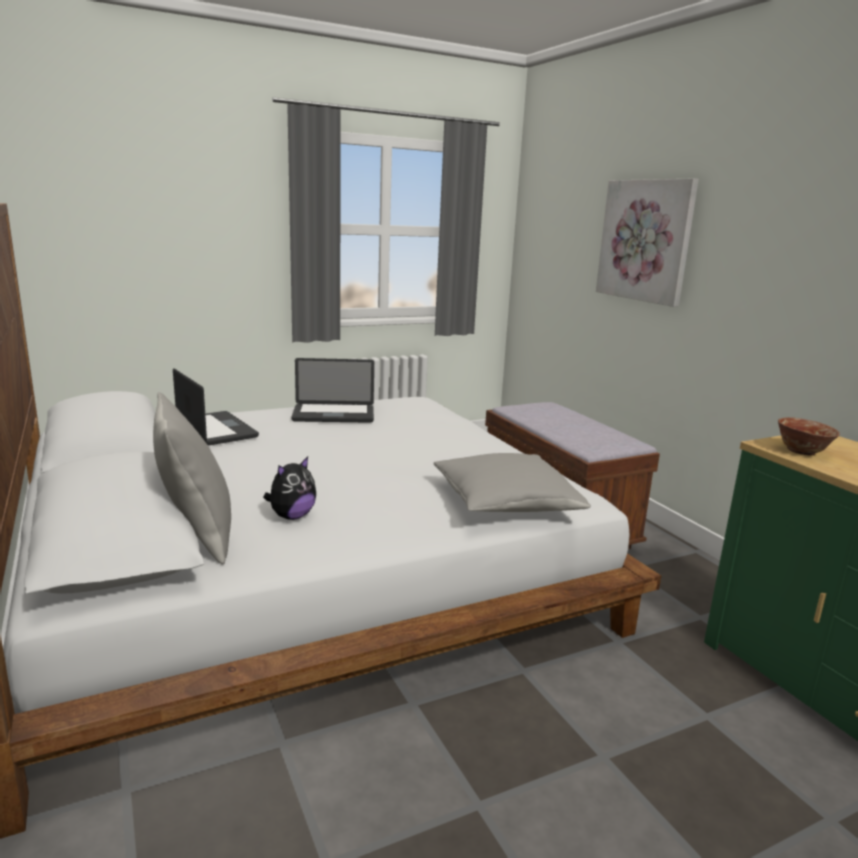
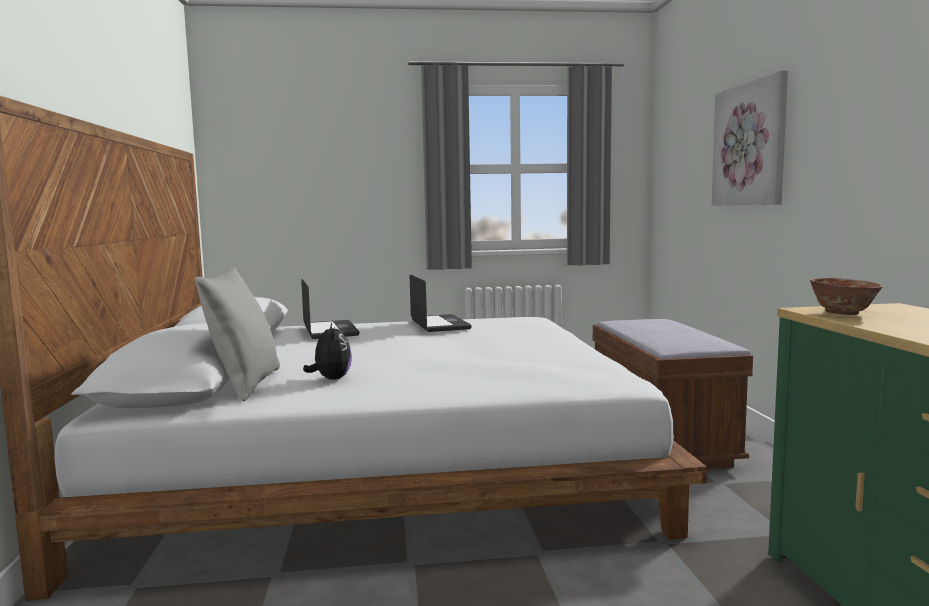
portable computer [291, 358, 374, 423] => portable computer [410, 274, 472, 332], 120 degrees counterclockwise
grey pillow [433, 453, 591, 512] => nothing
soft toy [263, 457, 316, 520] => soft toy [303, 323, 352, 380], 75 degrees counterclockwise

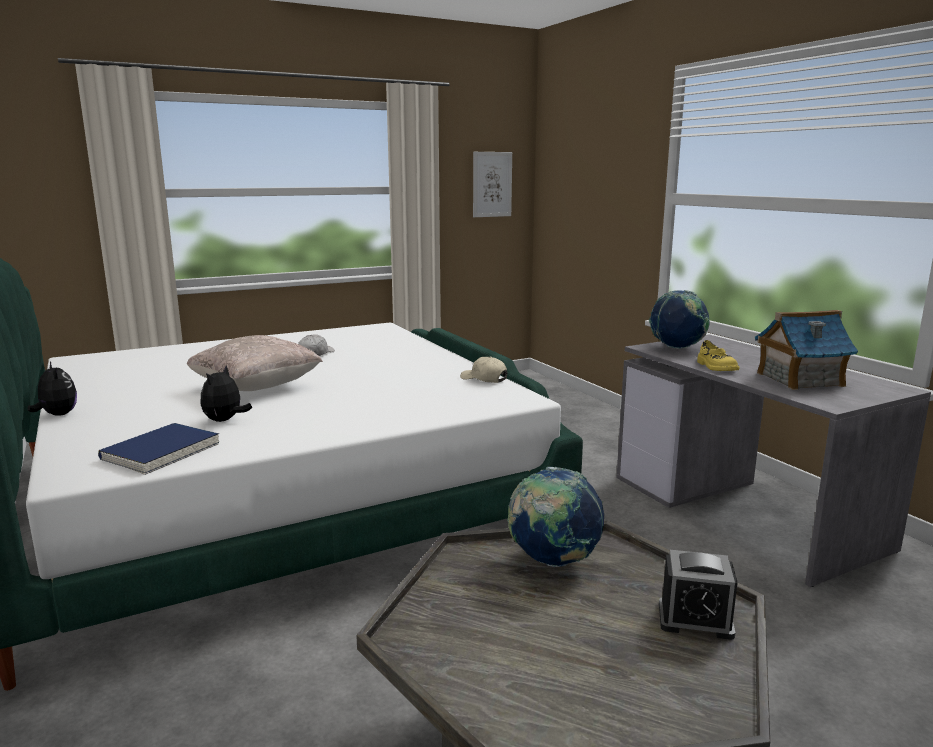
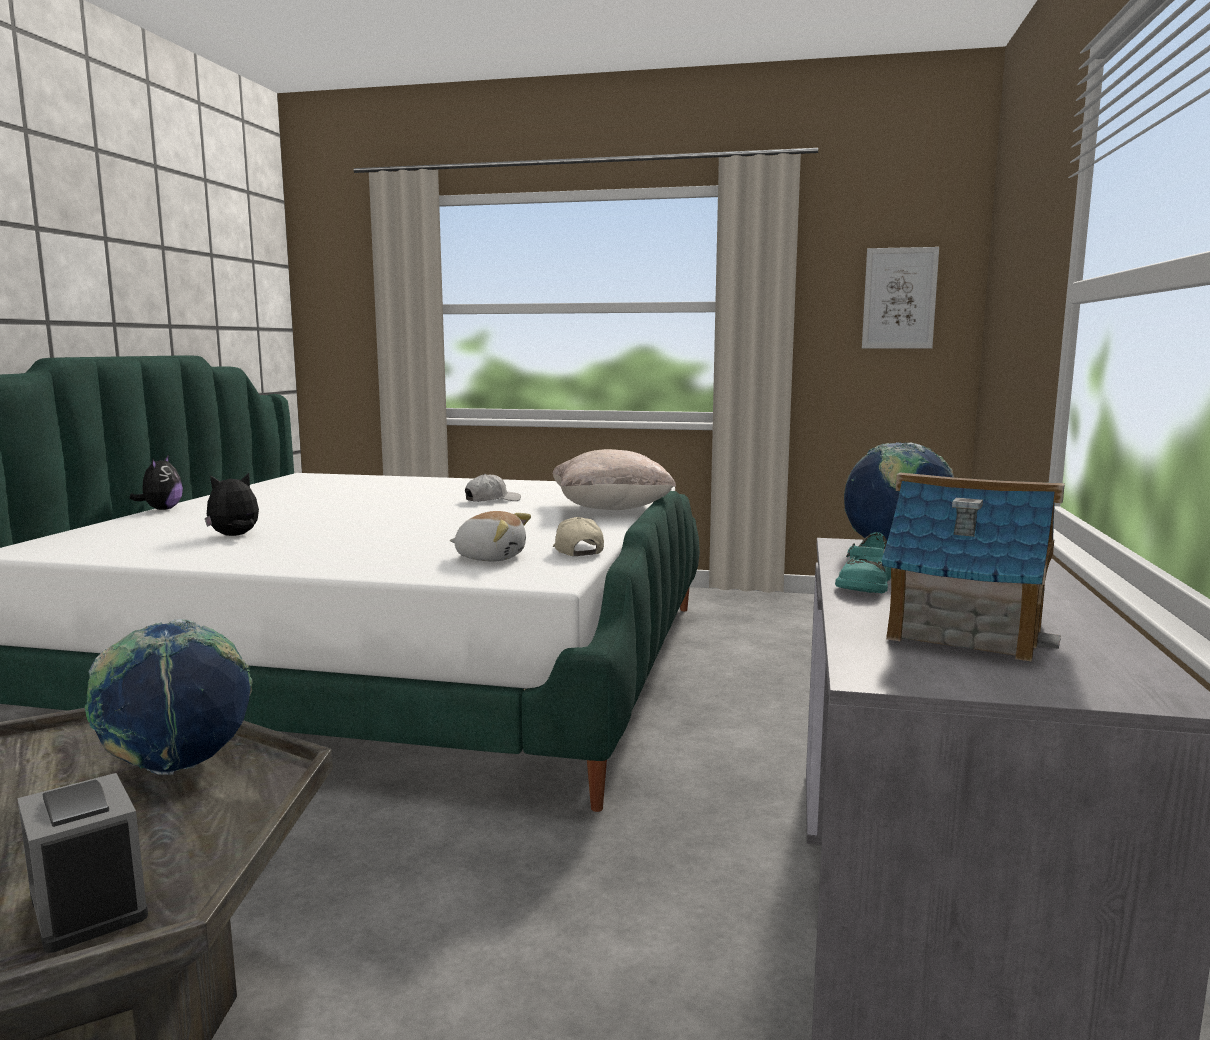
beige-coloured pillow [187, 335, 323, 391] => beige-coloured pillow [553, 449, 676, 510], move
yellowish low shoe [697, 340, 740, 371] => turquoise-coloured low shoe [835, 532, 891, 593]
blue-coloured volume [98, 423, 219, 475] => nothing
nothing => soft toy [450, 511, 531, 561]

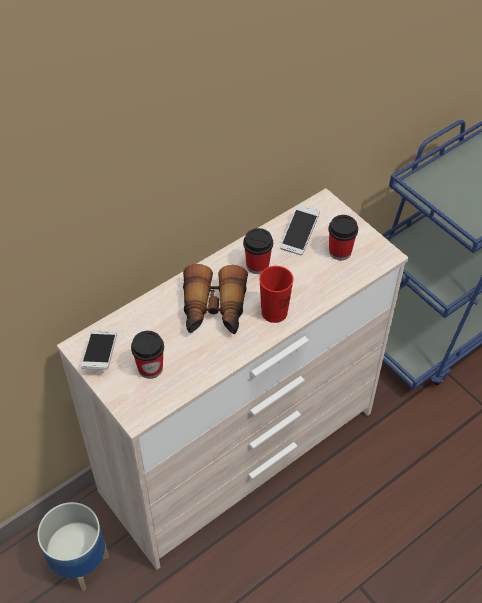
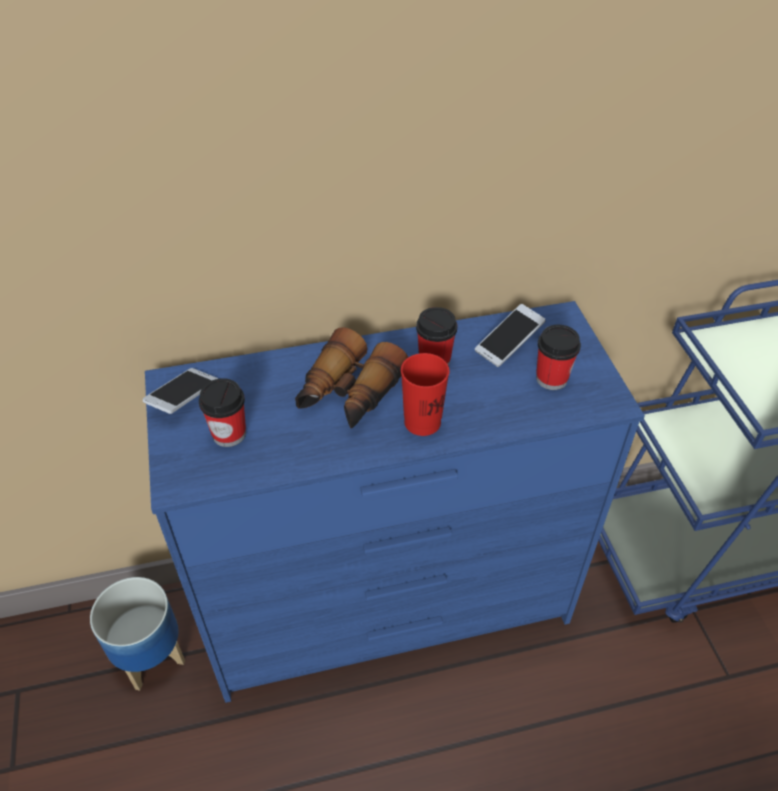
beige-coloured dresser [57, 188, 409, 570] => blue-coloured dresser [145, 301, 645, 703]

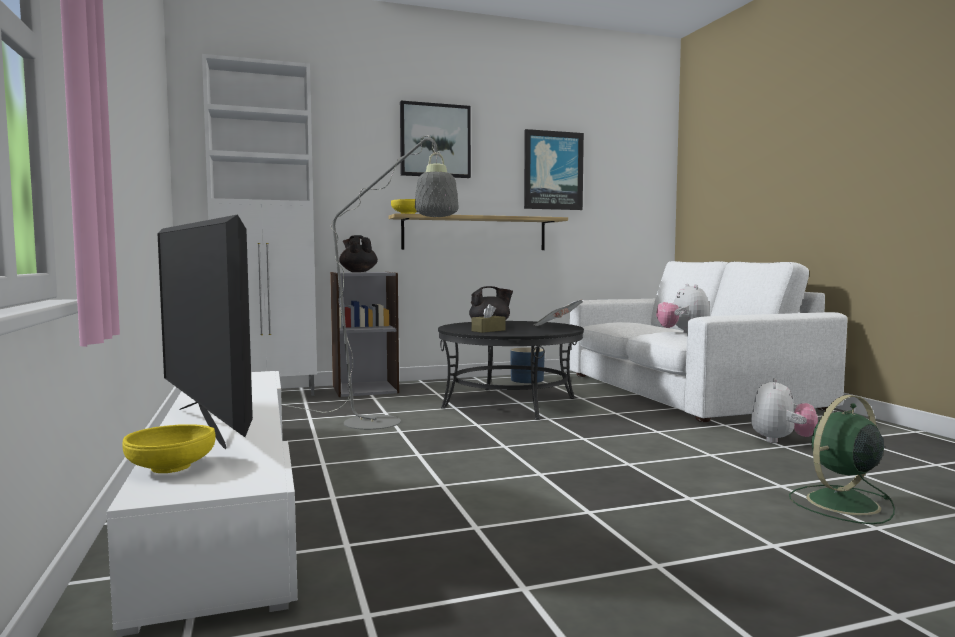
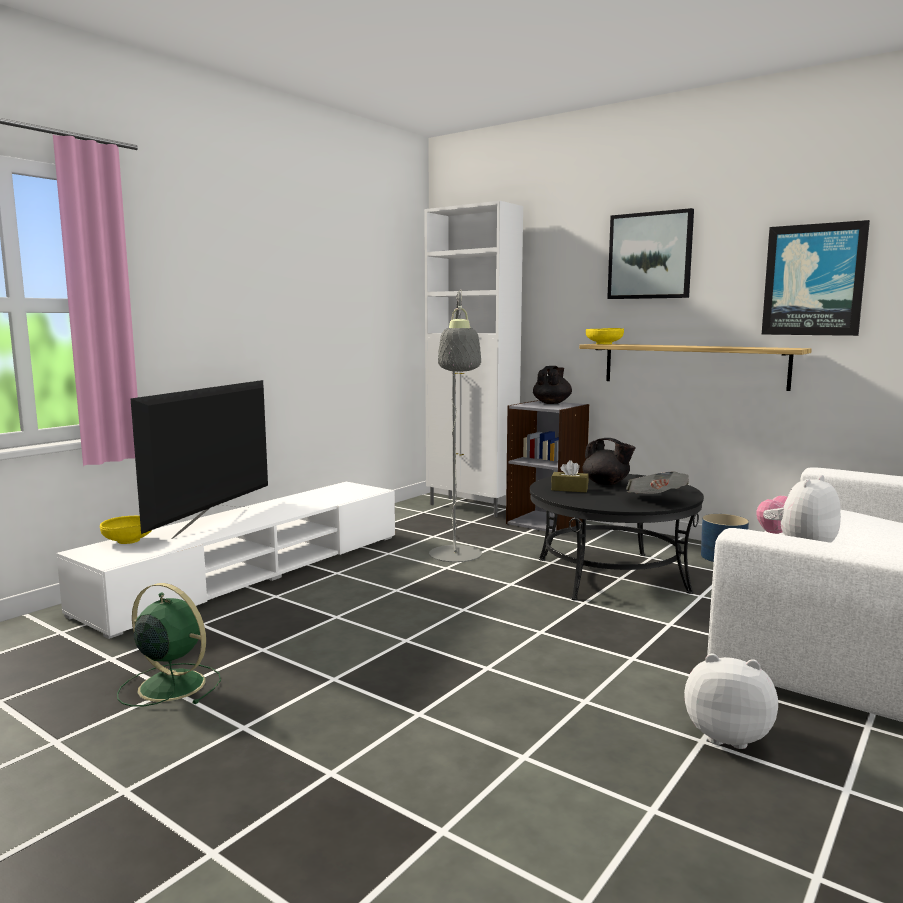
soft toy [751, 378, 818, 443] => soft toy [684, 654, 778, 749], 150 degrees counterclockwise
greenish cooling fan [789, 395, 895, 524] => greenish cooling fan [117, 583, 221, 706], move

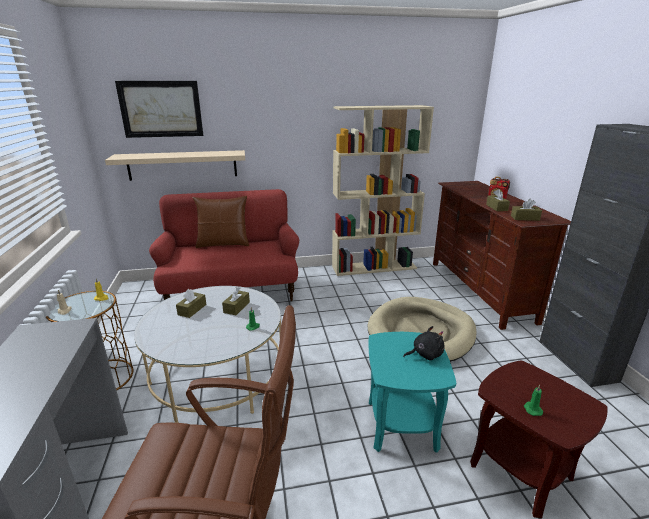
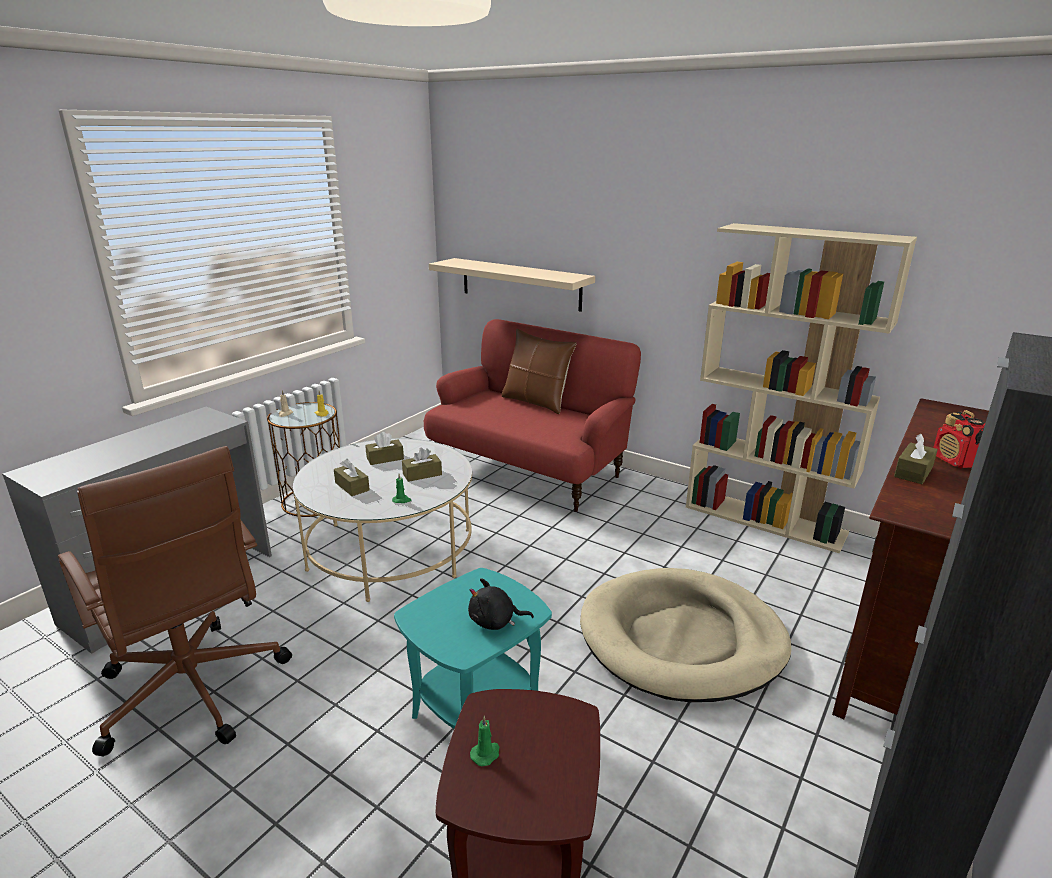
wall art [115, 81, 203, 138] => nothing
brown tissue holder [511, 199, 542, 221] => brown tissue holder [334, 459, 370, 496], move
blackish soft toy [403, 326, 445, 360] => blackish soft toy [468, 578, 534, 630], 150 degrees clockwise

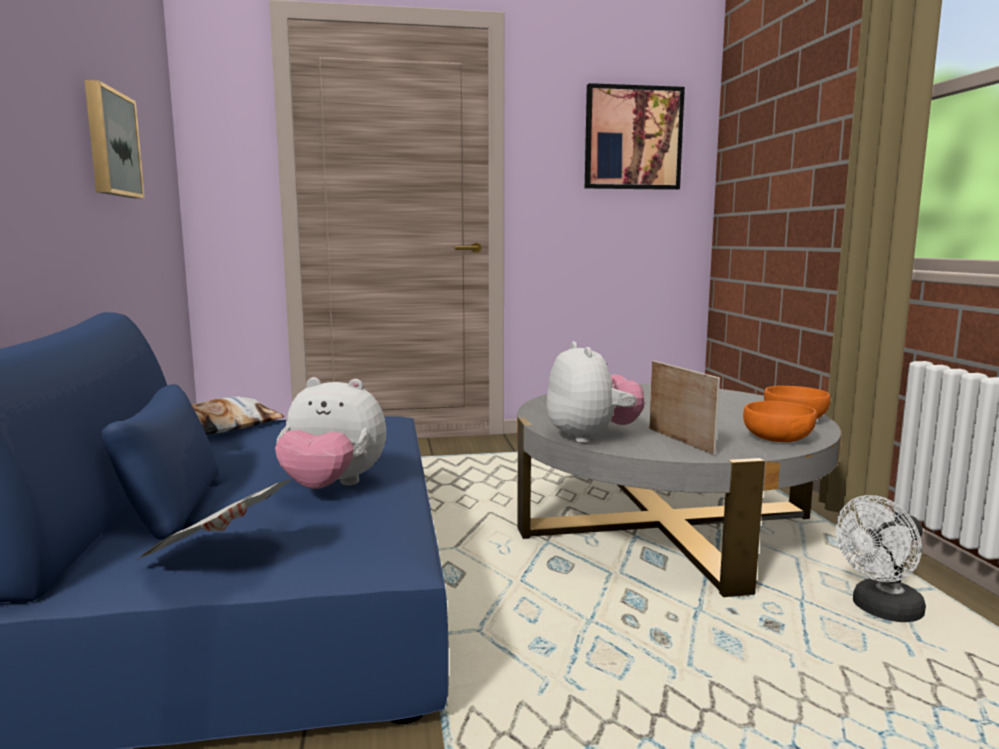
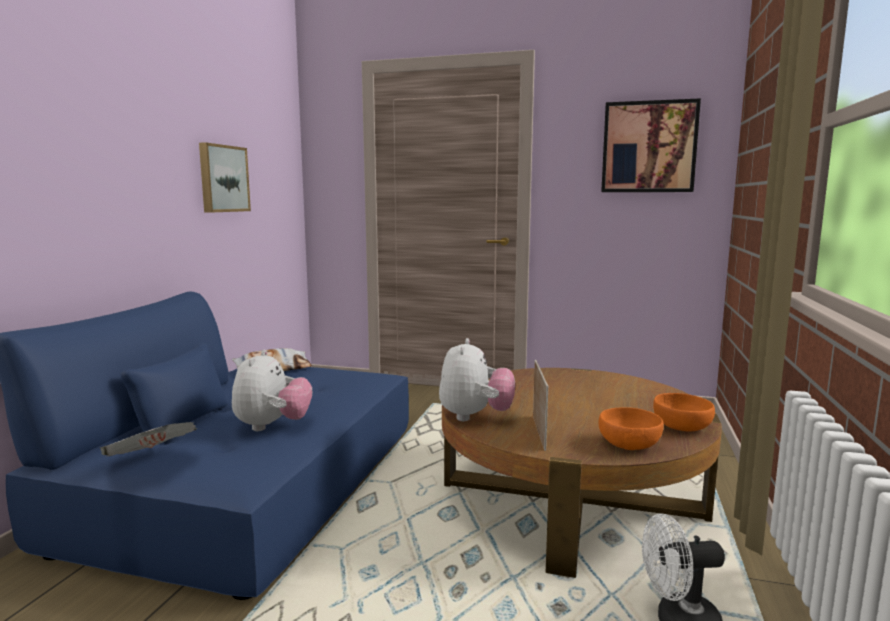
soft toy [275, 377, 386, 489] => soft toy [232, 350, 312, 431], 120 degrees counterclockwise
grey coffee table [517, 384, 841, 597] => brown coffee table [442, 368, 722, 578]

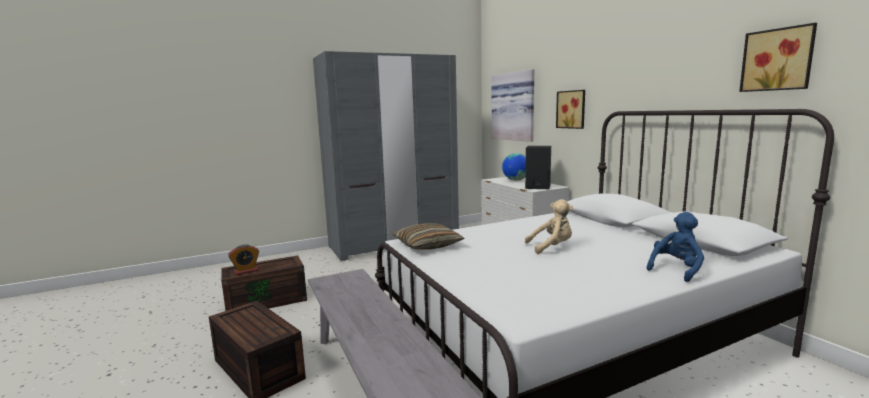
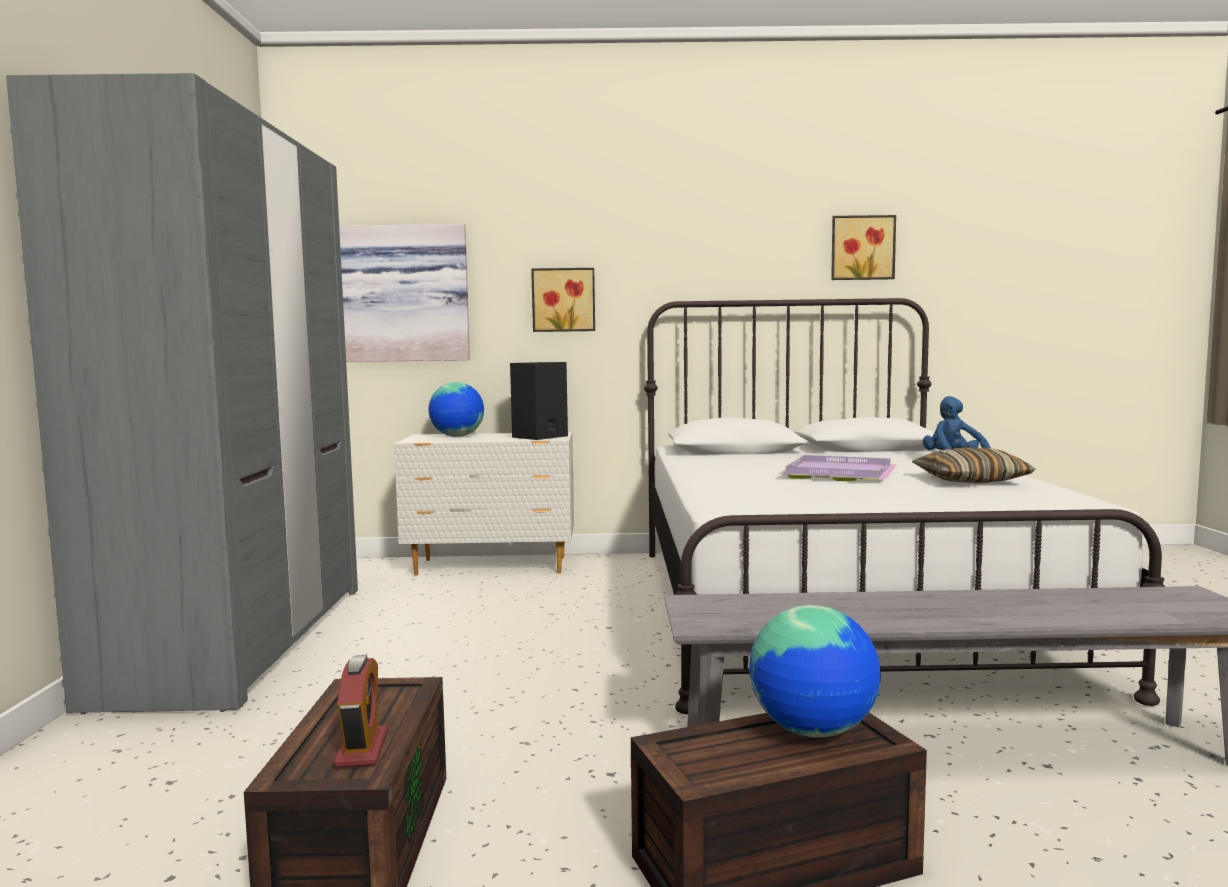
beige-coloured soft toy [525, 199, 573, 254] => purple-coloured carrying tray [779, 455, 896, 481]
pillow [392, 223, 465, 250] => pillow [912, 447, 1036, 483], move
nothing => globe [749, 605, 881, 738]

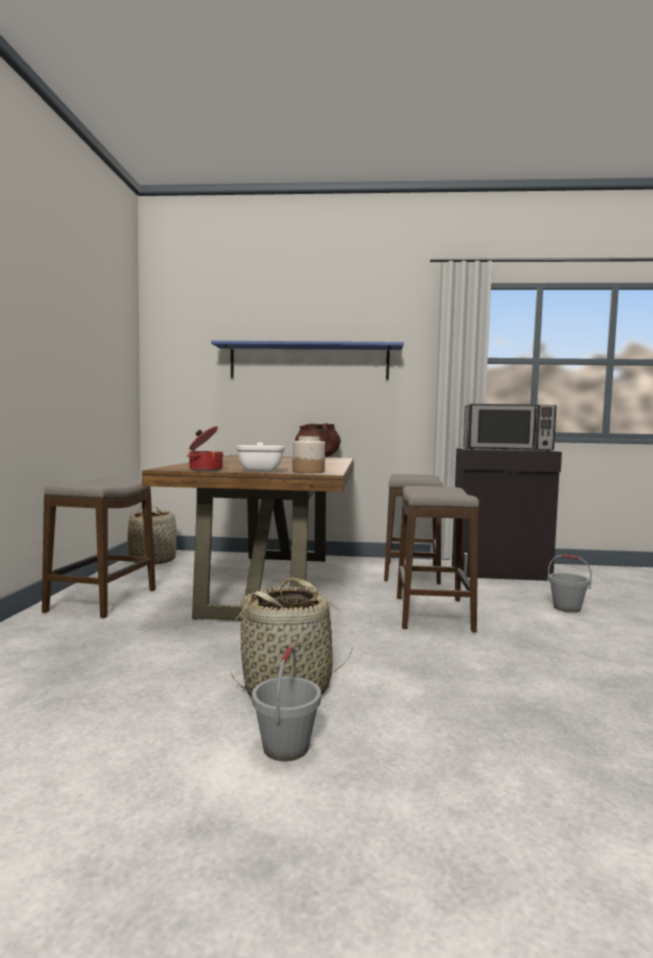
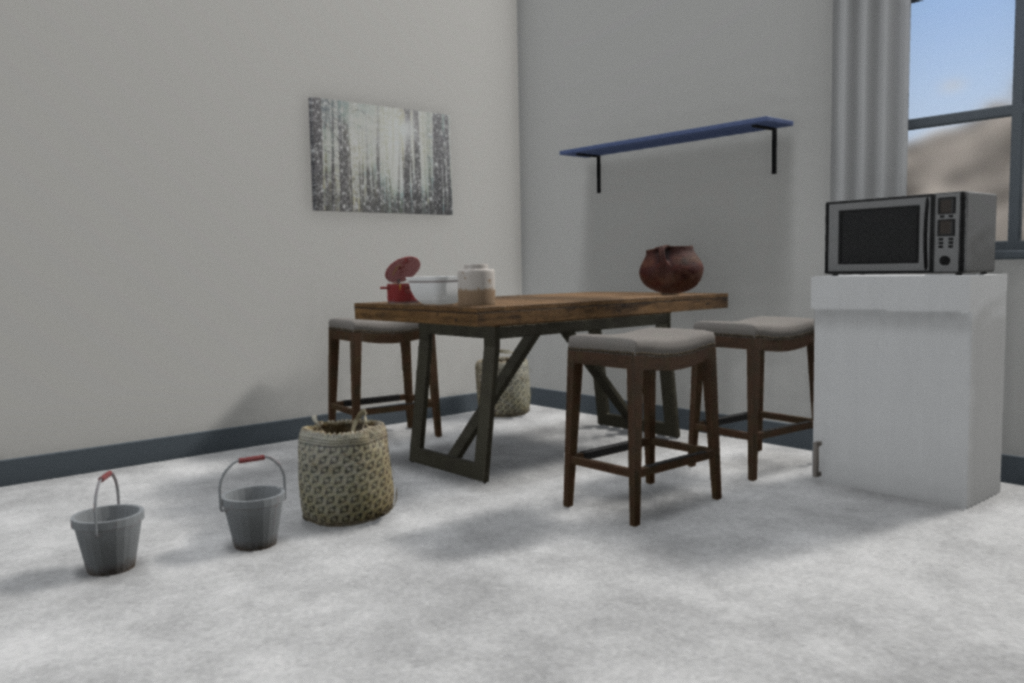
blackish cupboard [452, 448, 562, 581] => whitish cupboard [811, 274, 1007, 509]
grey water bucket [547, 554, 592, 613] => grey water bucket [70, 471, 145, 576], move
nothing => wall art [308, 97, 453, 215]

